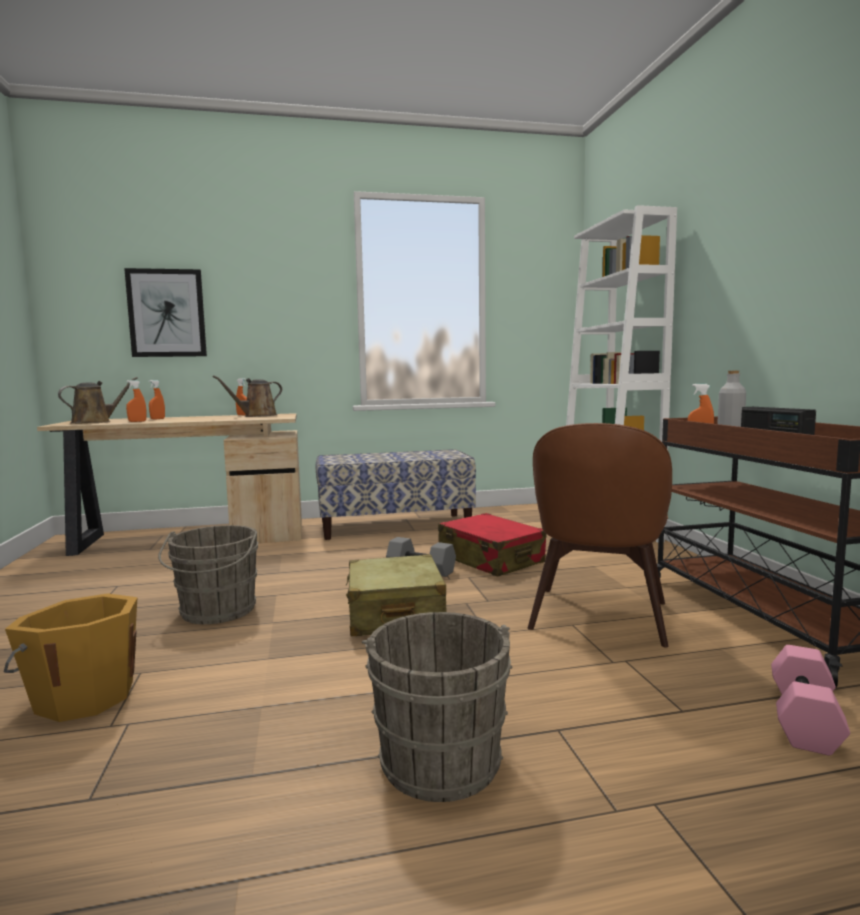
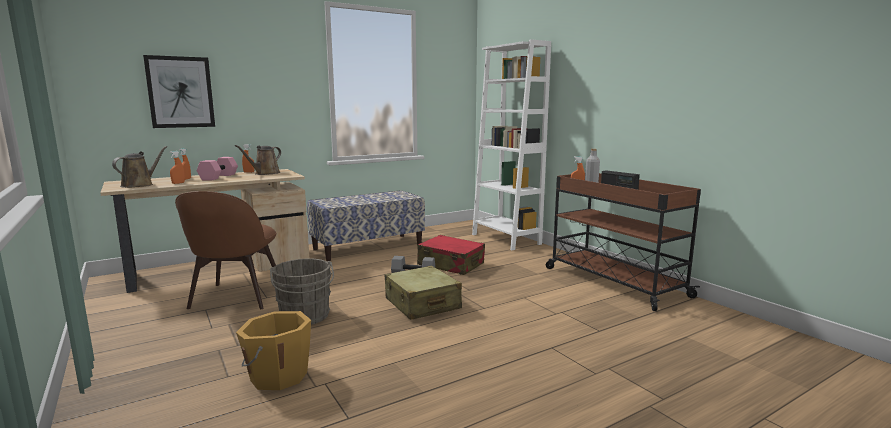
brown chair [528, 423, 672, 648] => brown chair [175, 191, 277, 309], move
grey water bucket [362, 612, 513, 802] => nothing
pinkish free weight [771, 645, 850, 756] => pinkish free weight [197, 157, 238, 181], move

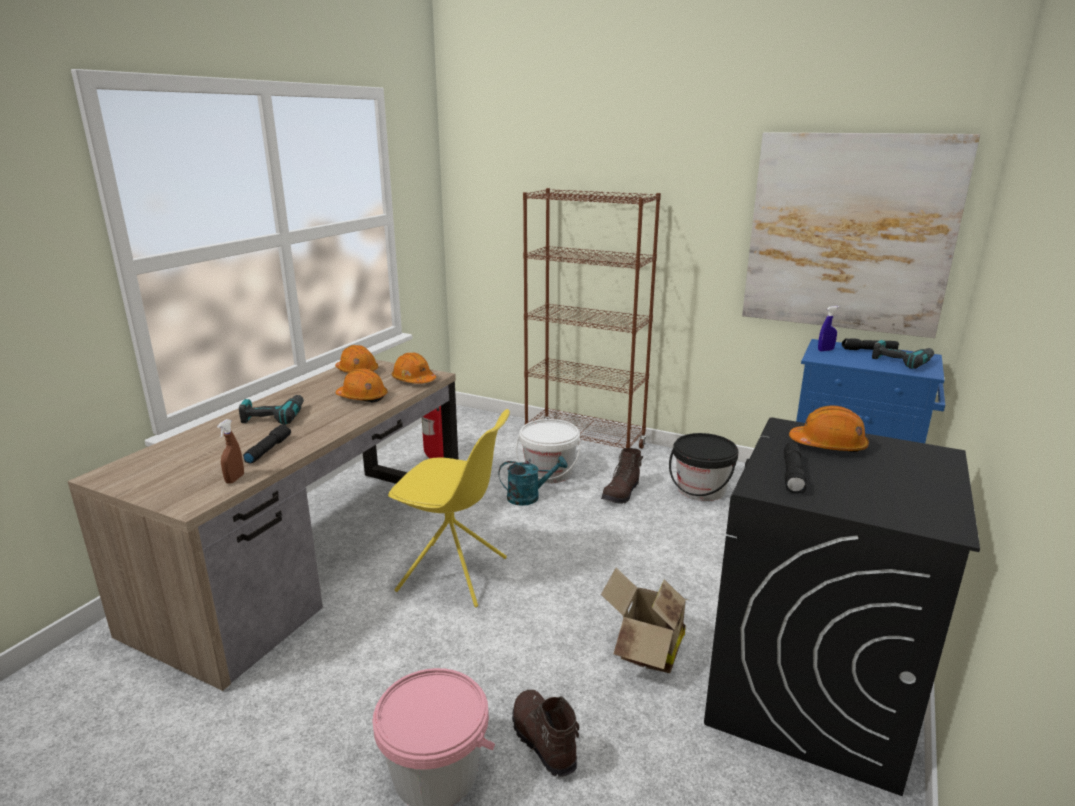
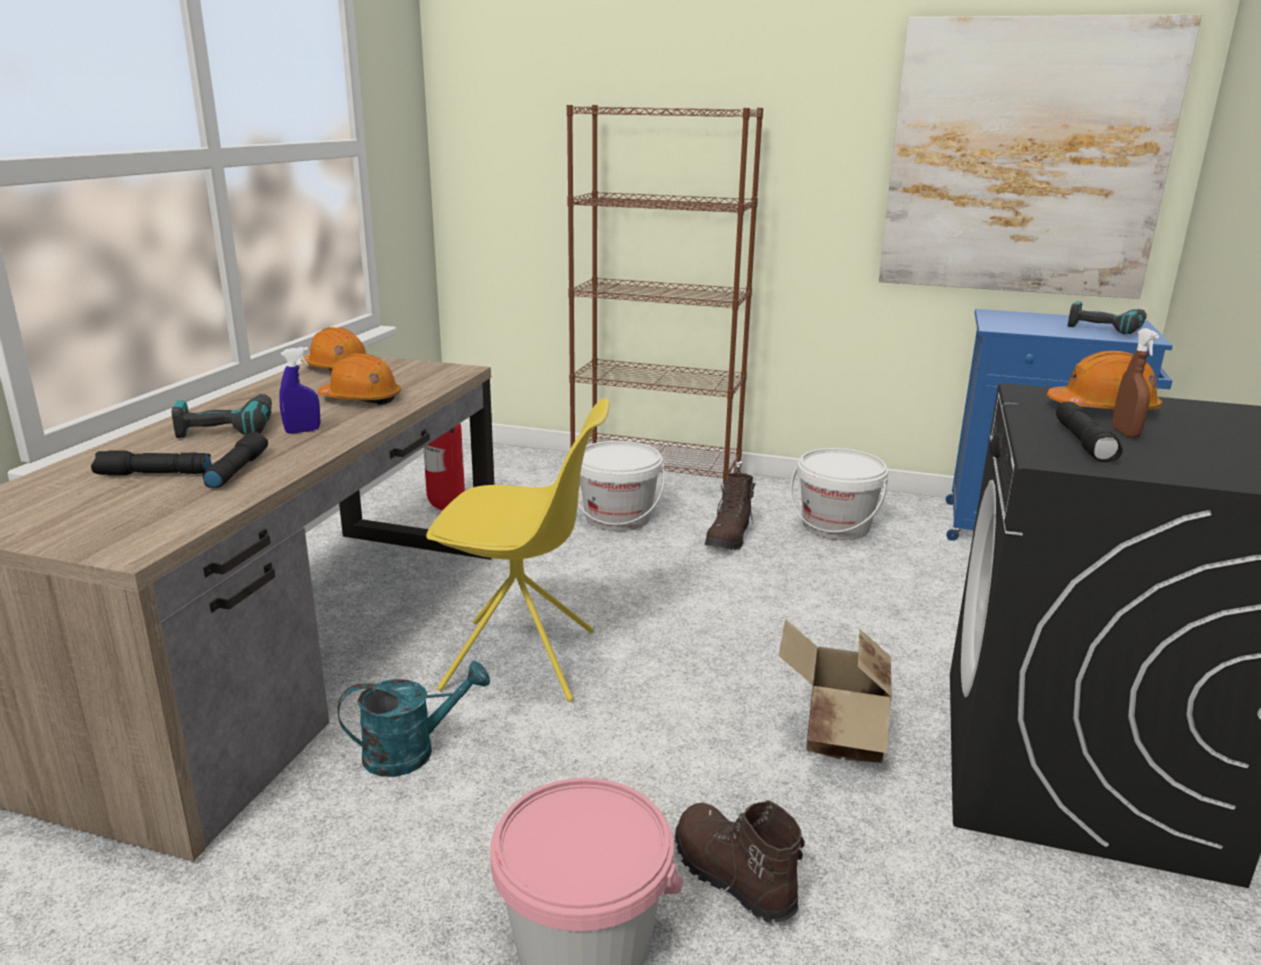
blue-coloured spray bottle [818, 306, 839, 352] => blue-coloured spray bottle [279, 347, 320, 434], move
blackish torch [842, 338, 899, 350] => blackish torch [91, 451, 212, 475], move
orange hard hat [392, 353, 436, 384] => nothing
brown spray bottle [217, 419, 244, 484] => brown spray bottle [1112, 328, 1159, 438], move
blackish water bucket [669, 433, 739, 501] => whitish water bucket [790, 448, 888, 540]
turquoise-coloured watering pot [498, 456, 568, 506] => turquoise-coloured watering pot [338, 661, 490, 777], move

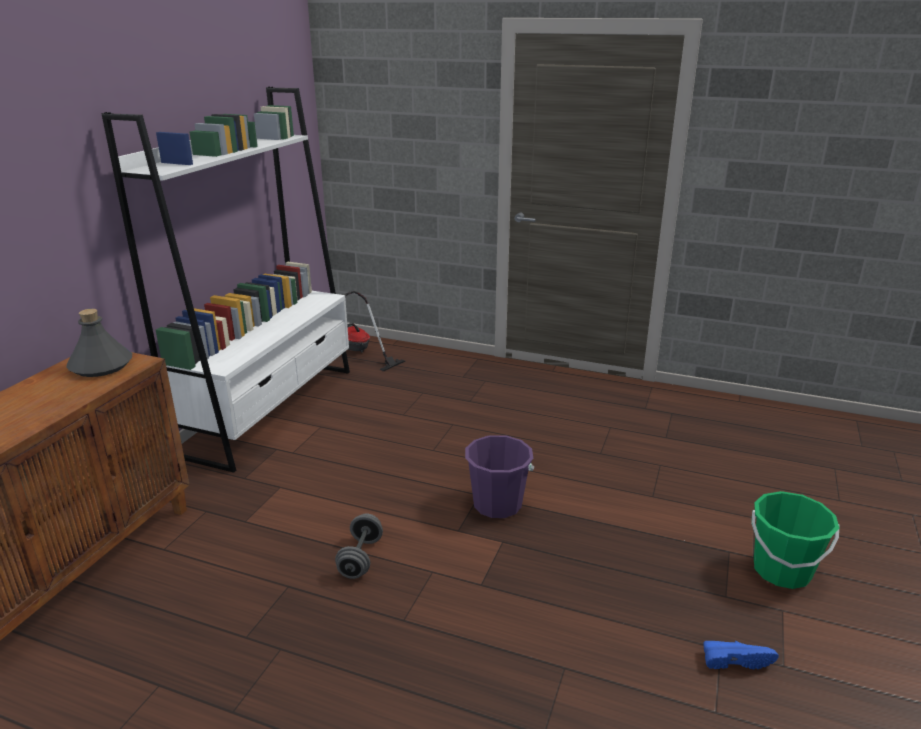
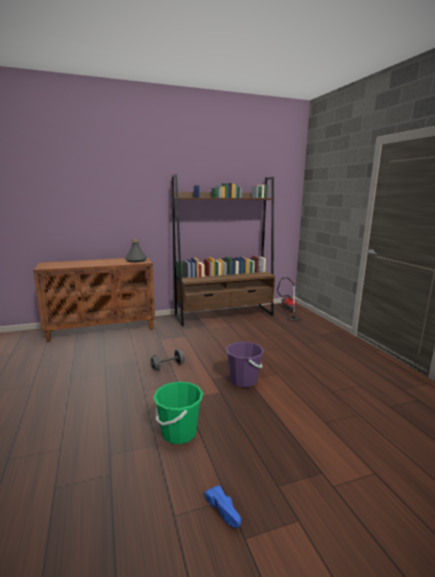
whitish bookcase [102, 87, 350, 473] => brown bookcase [171, 174, 275, 326]
greenish water bucket [751, 491, 840, 589] => greenish water bucket [153, 382, 203, 444], move

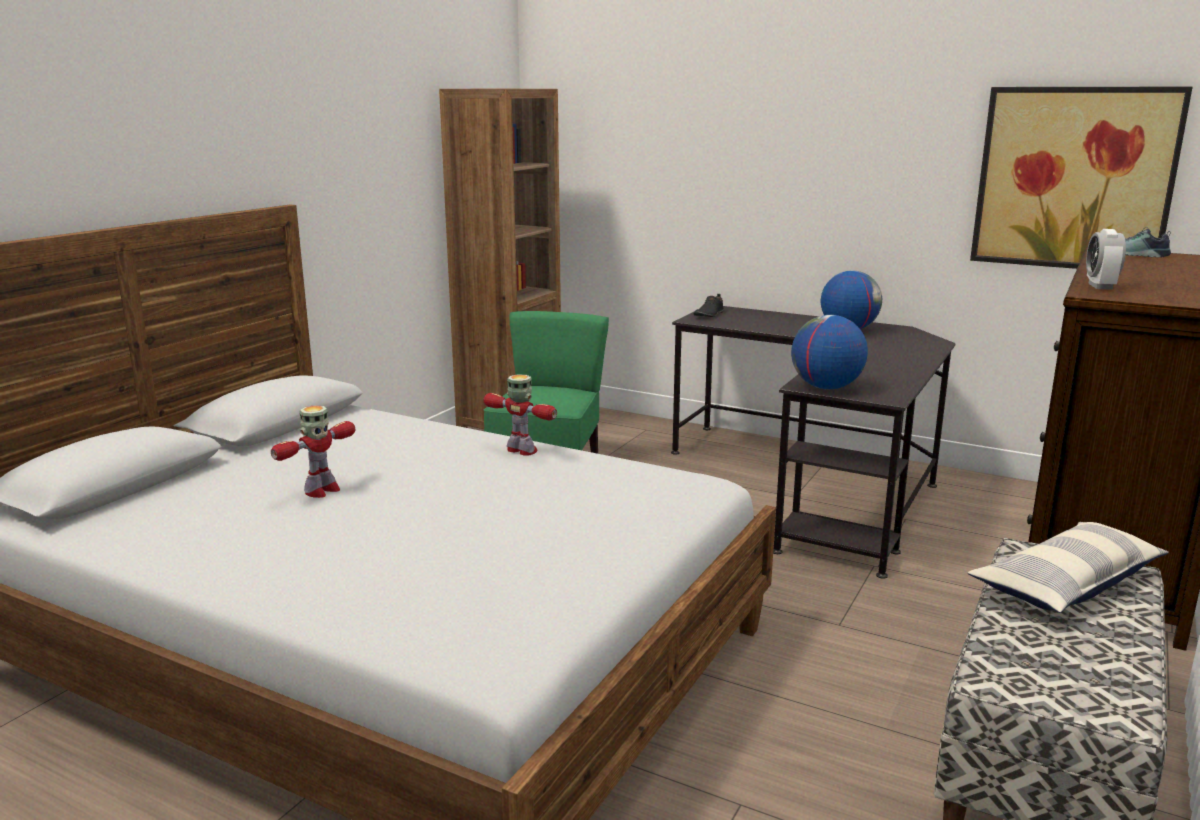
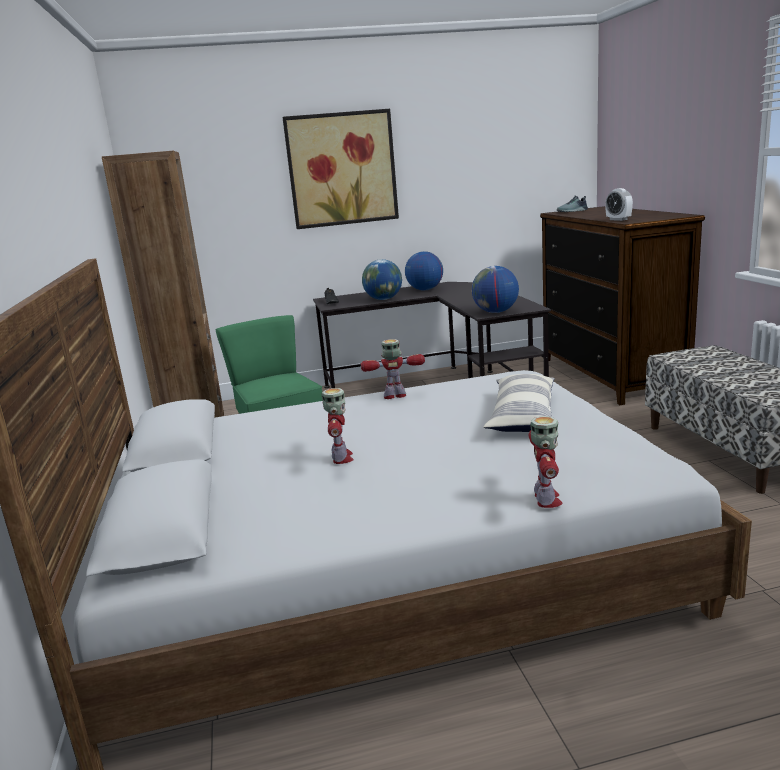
wall art [970, 87, 1192, 269] => wall art [282, 109, 399, 229], move
pillow [967, 522, 1169, 613] => pillow [483, 374, 555, 432], move
nothing => globe [362, 259, 402, 300]
nothing => model robot [529, 416, 563, 508]

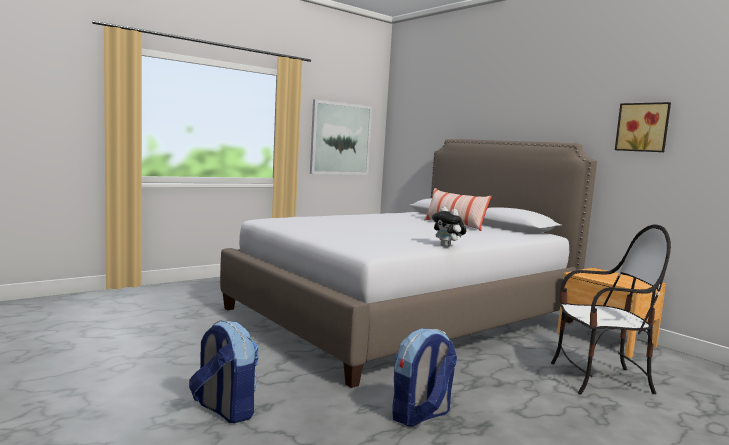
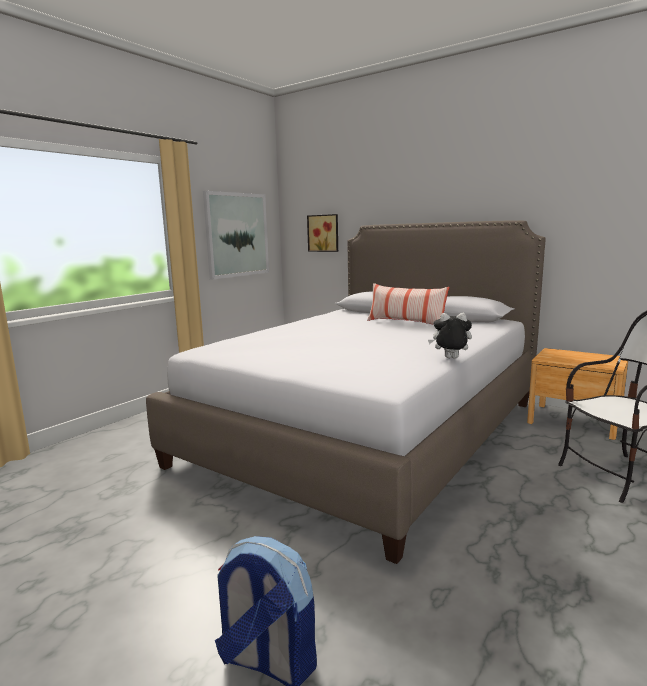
wall art [615, 102, 671, 152] => wall art [307, 214, 338, 252], move
soft toy [432, 207, 466, 247] => soft toy [428, 313, 472, 359], 150 degrees clockwise
knapsack [393, 328, 457, 426] => nothing

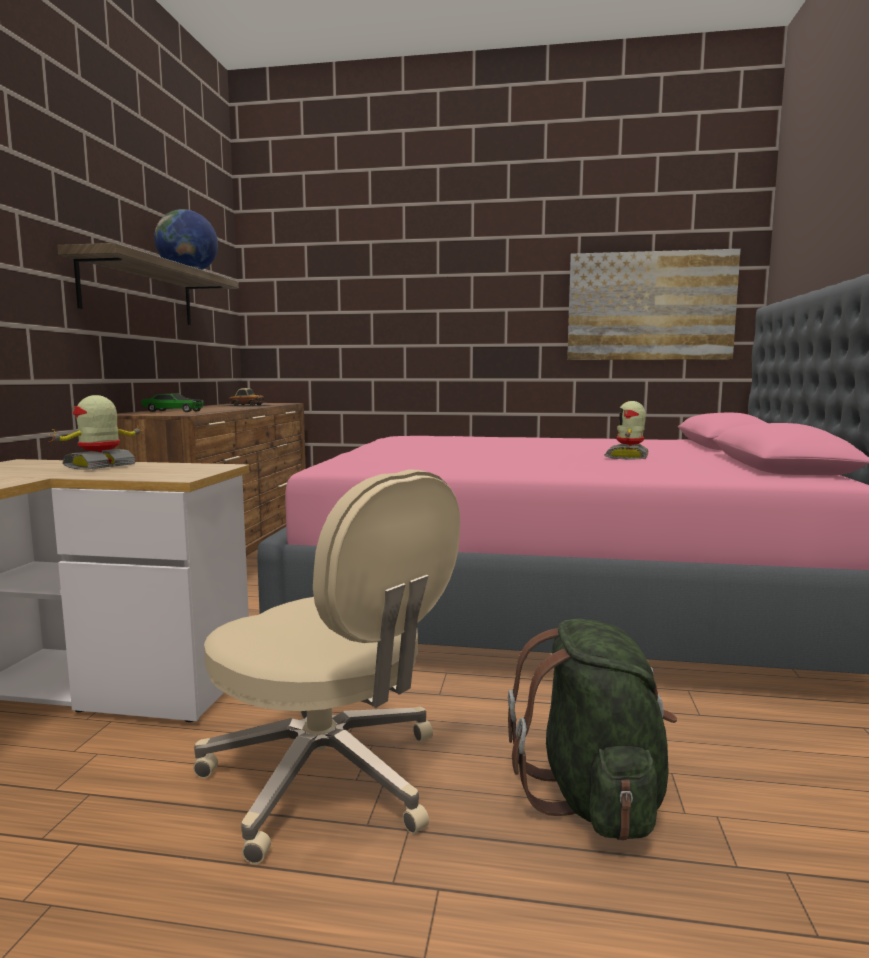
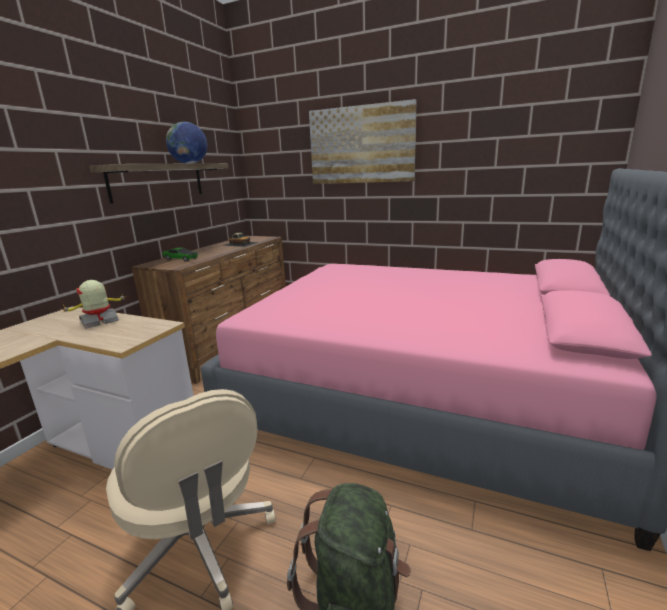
wall art [567, 249, 741, 360] => wall art [309, 99, 417, 184], move
model robot [604, 401, 649, 460] => nothing

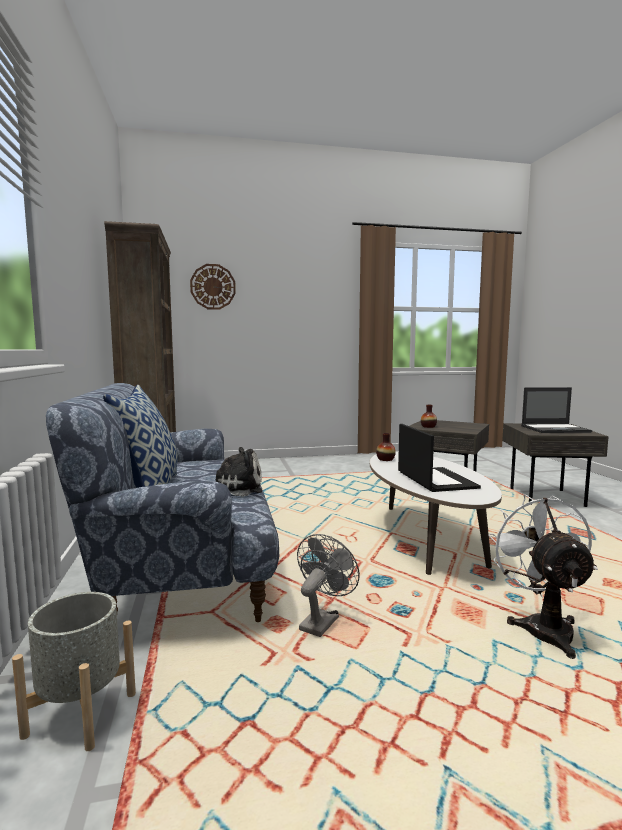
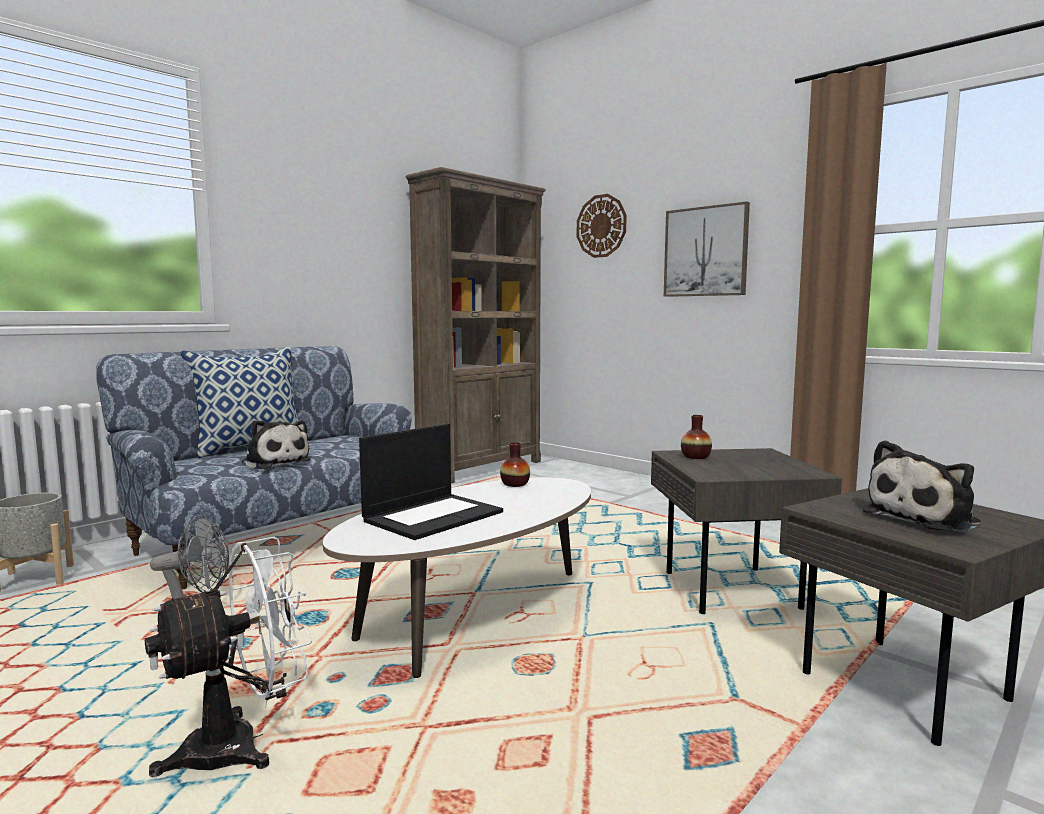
portable computer [521, 387, 592, 433] => soft toy [862, 440, 981, 532]
nothing => wall art [664, 201, 750, 297]

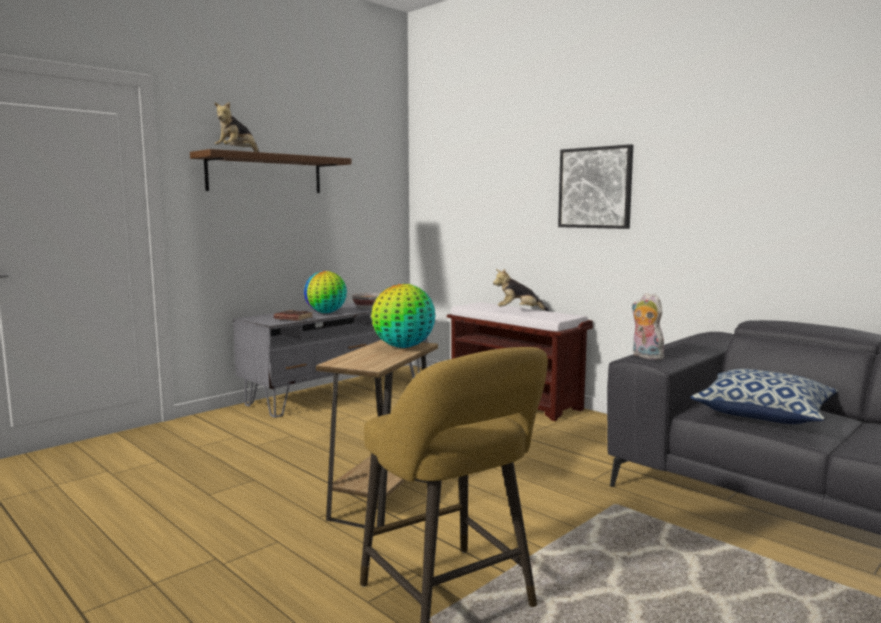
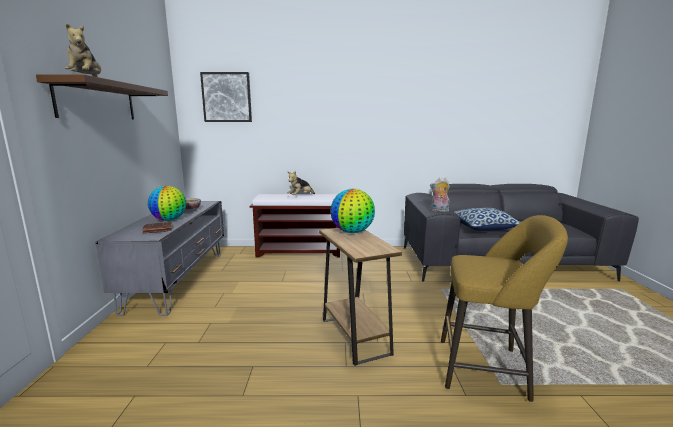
wall art [558, 144, 633, 229] => wall art [200, 72, 252, 122], move

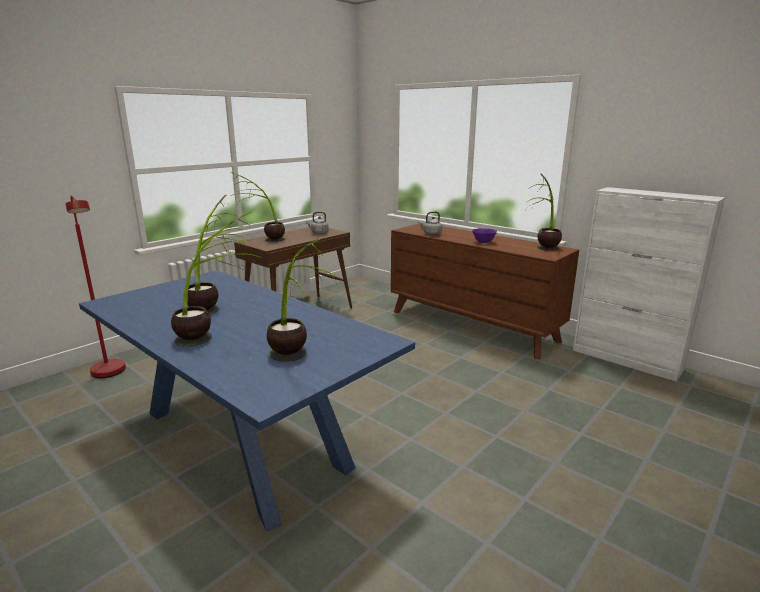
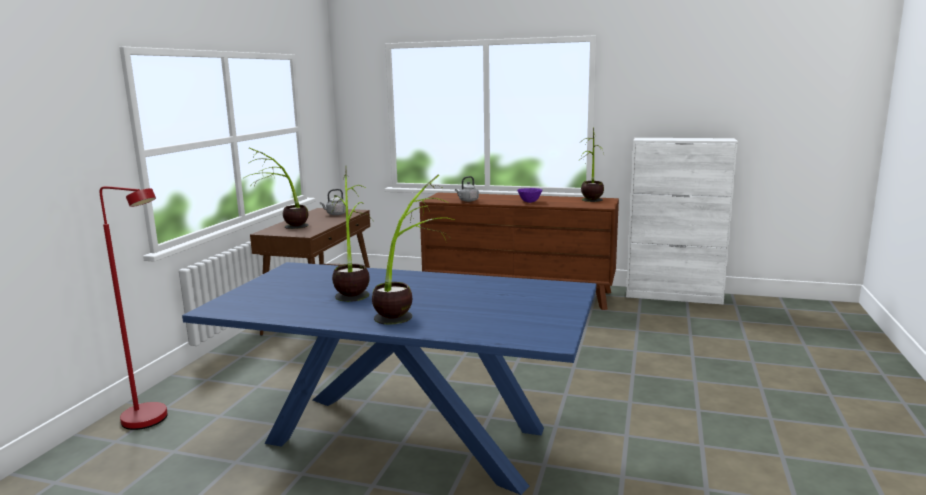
houseplant [267, 239, 337, 362] => nothing

